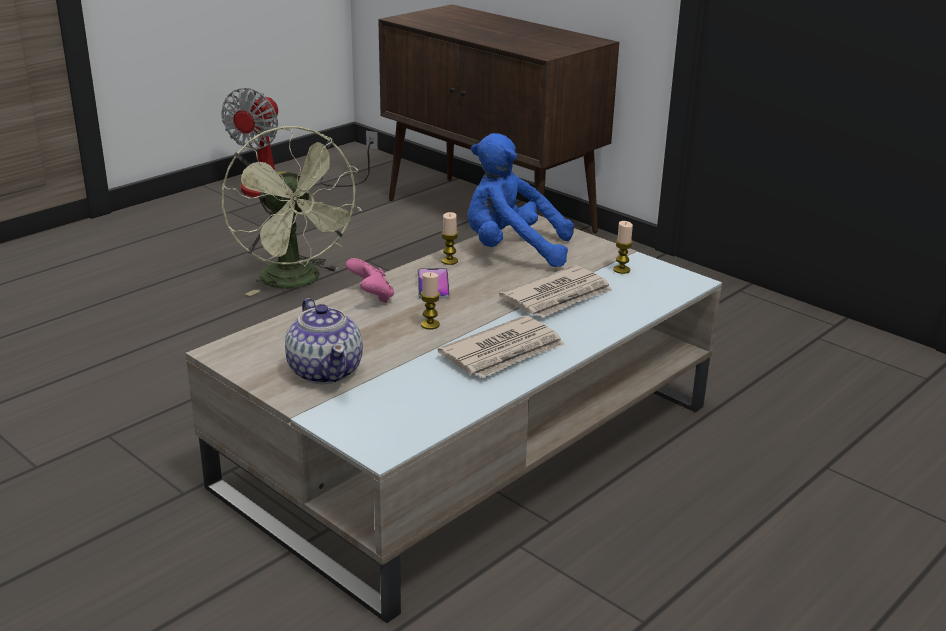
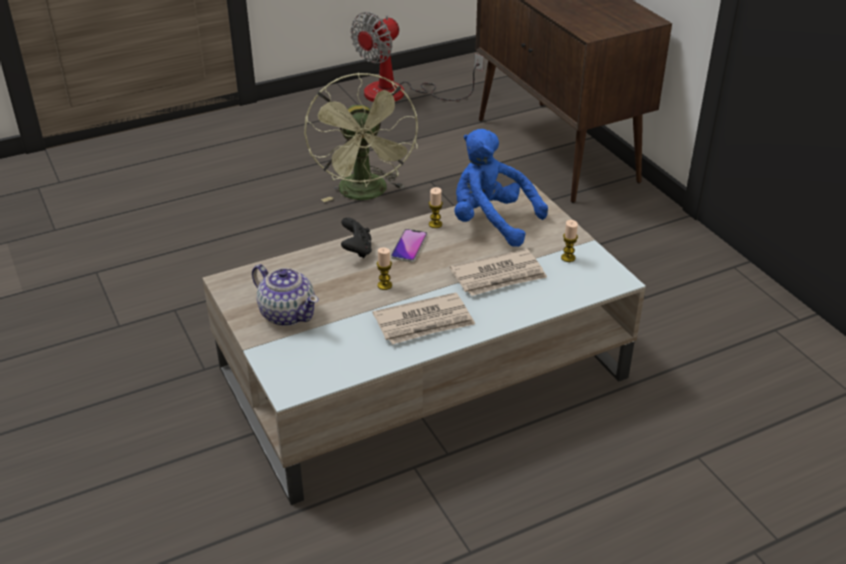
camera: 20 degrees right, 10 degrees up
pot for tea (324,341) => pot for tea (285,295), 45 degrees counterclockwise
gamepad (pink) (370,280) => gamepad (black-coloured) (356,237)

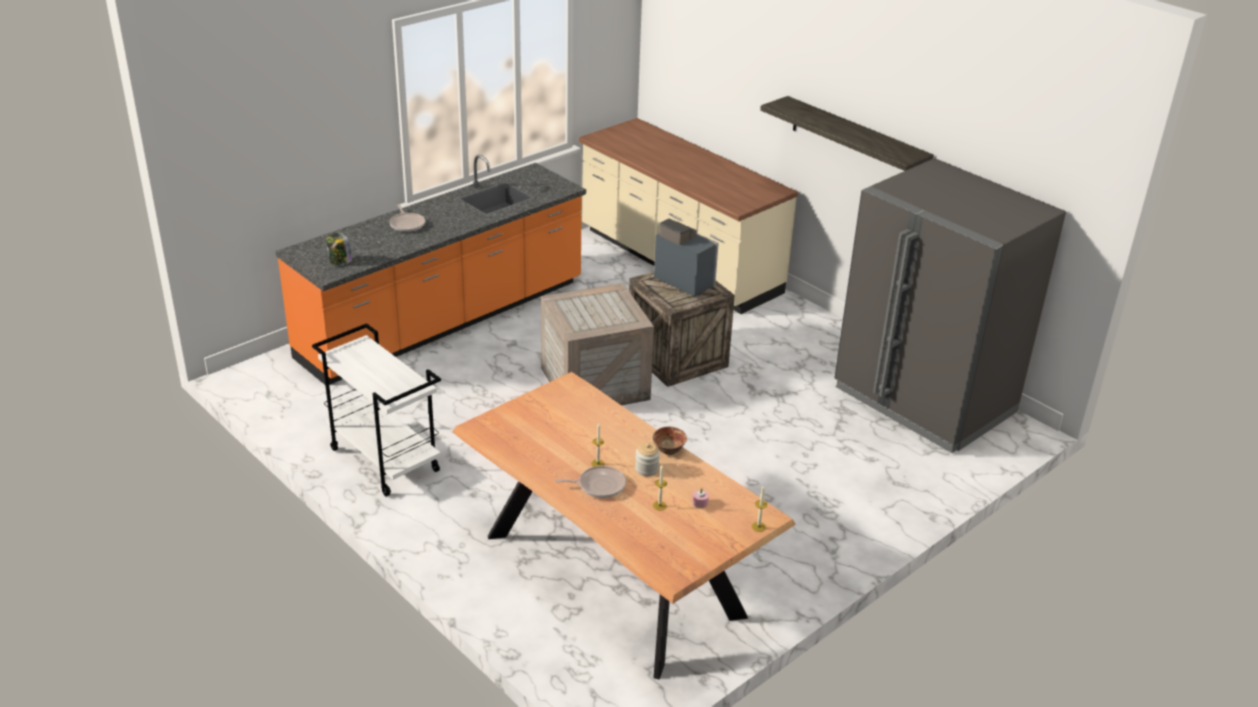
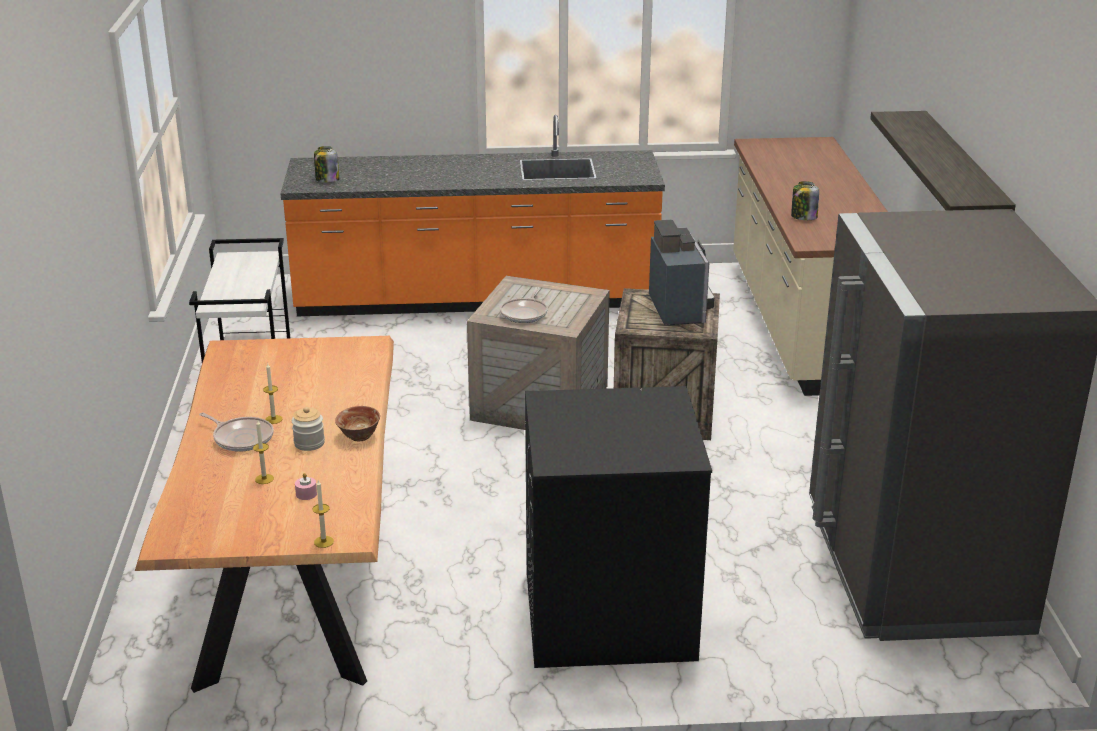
camera: 40 degrees right, 5 degrees down
skillet (407,218) => skillet (524,305), move
nothing => washing machine (black-coloured) (618,527)
nothing => storage jar (805,200)

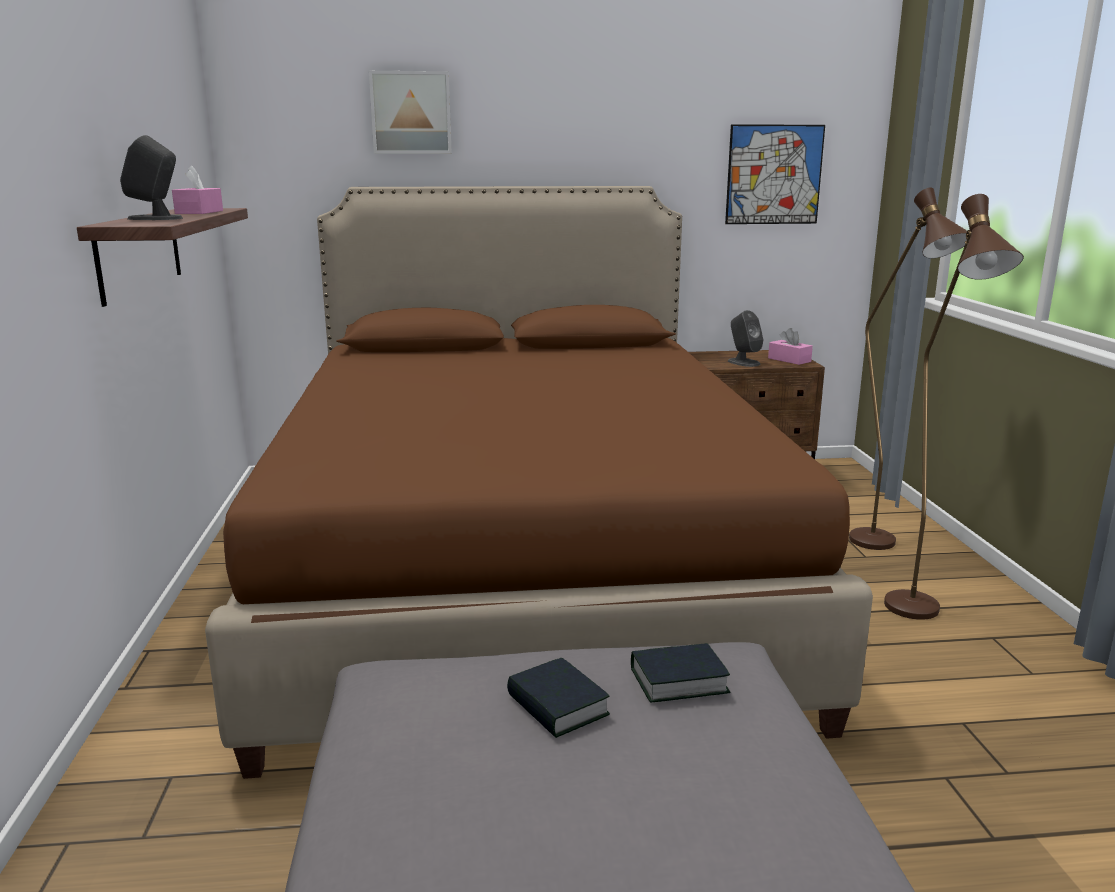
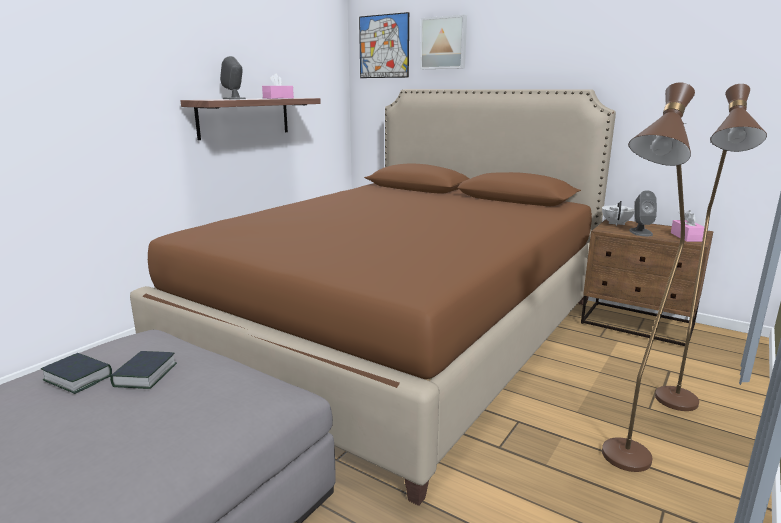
camera: 40 degrees right, 0 degrees up
bound book (681,672) => bound book (76,373), move
wall picture (775,174) => wall picture (384,45), move
nothing => pot for tea (white) (618,213)

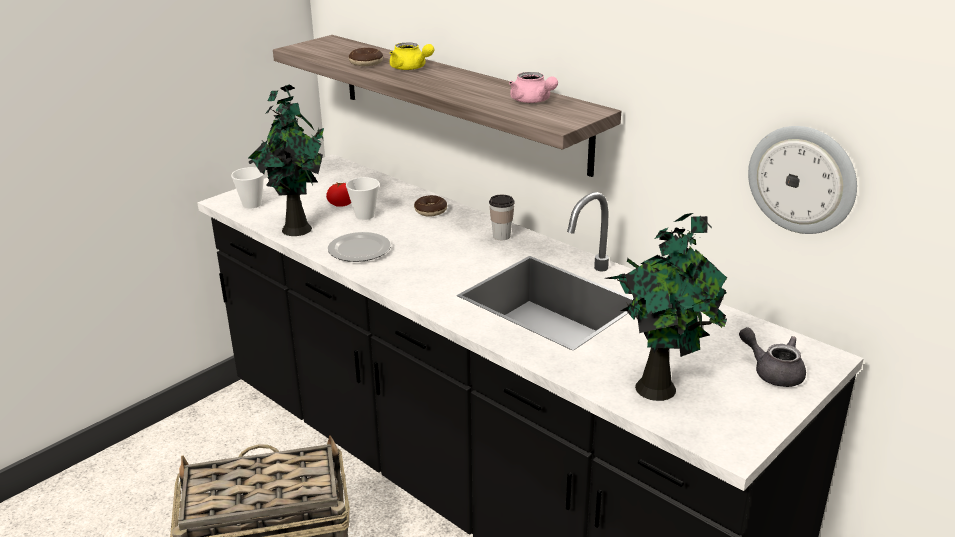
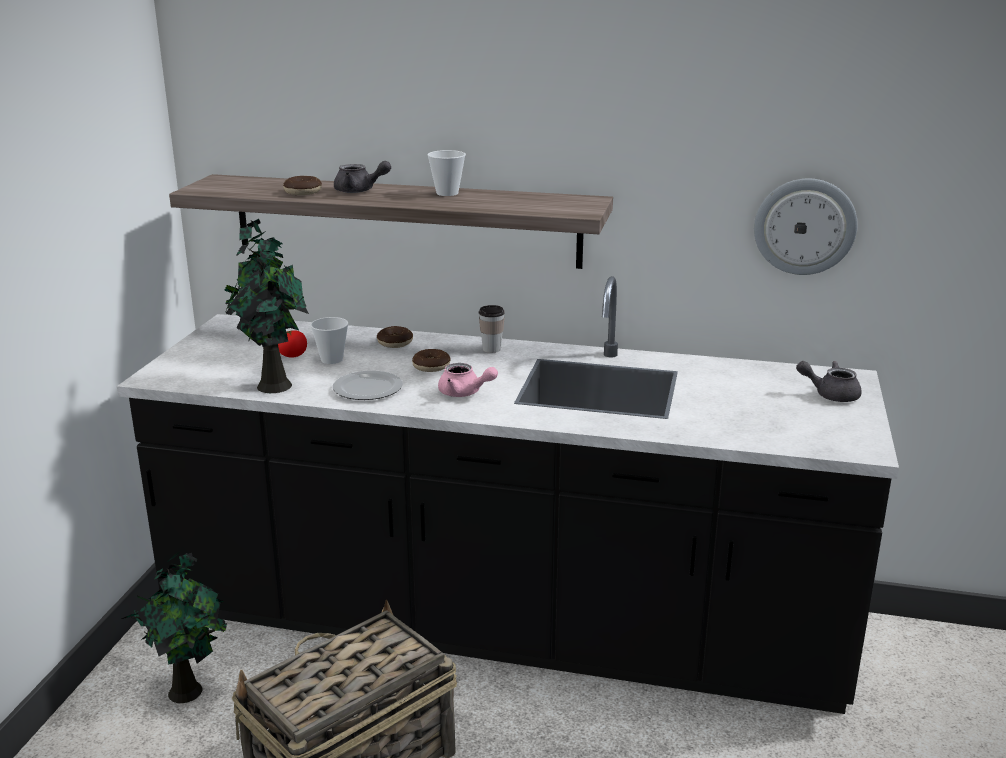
camera: 30 degrees left, 5 degrees down
plant in a pot (666,307) => plant in a pot (174,627), move
pot for tea (yellow) (411,56) => pot for tea (greyish) (362,177)
nothing => donut (431,360)
drinking cup (247,188) => drinking cup (447,173), move
pot for tea (pink) (533,87) => pot for tea (pink) (468,380), move

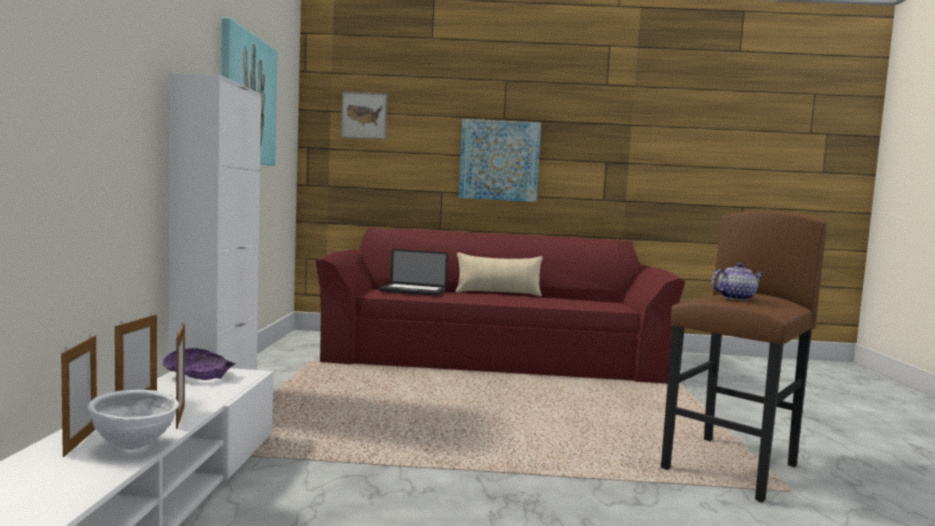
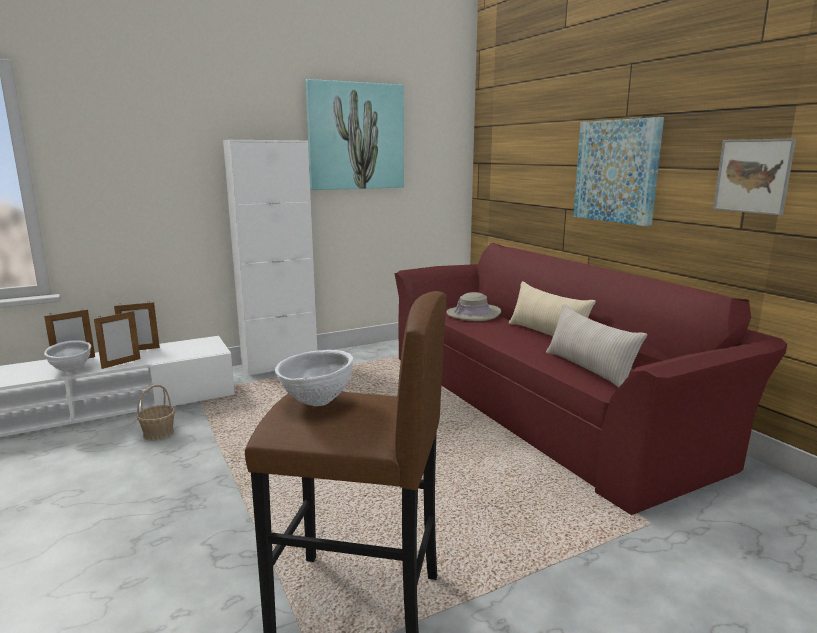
camera: 60 degrees right, 10 degrees up
nothing => storage basket (156,412)
pot for tea (737,281) => deep dish (white) (314,378)
portable computer (413,272) => clothing hat (beige) (474,306)
nothing => throw pillow (beige) (596,346)
wall picture (364,115) => wall picture (754,177), move
deep dish (purple-coloured) (199,364) => nothing

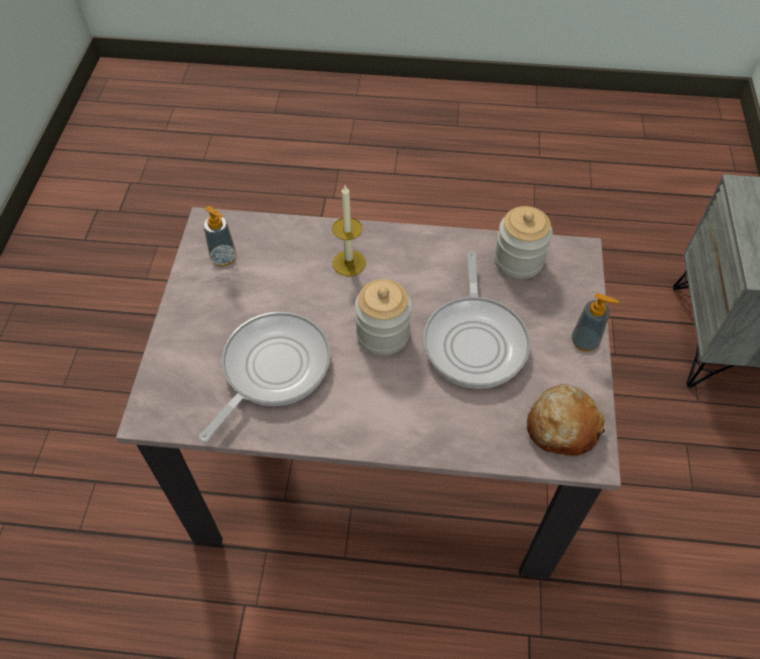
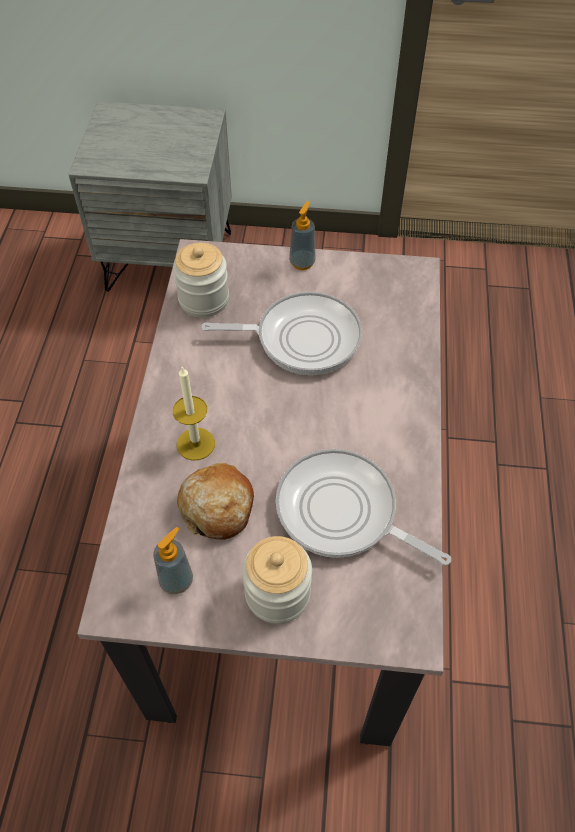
camera: 90 degrees left, 0 degrees up
bakery bread (566,420) => bakery bread (215,501), move
storage jar (383,317) => storage jar (277,580), move

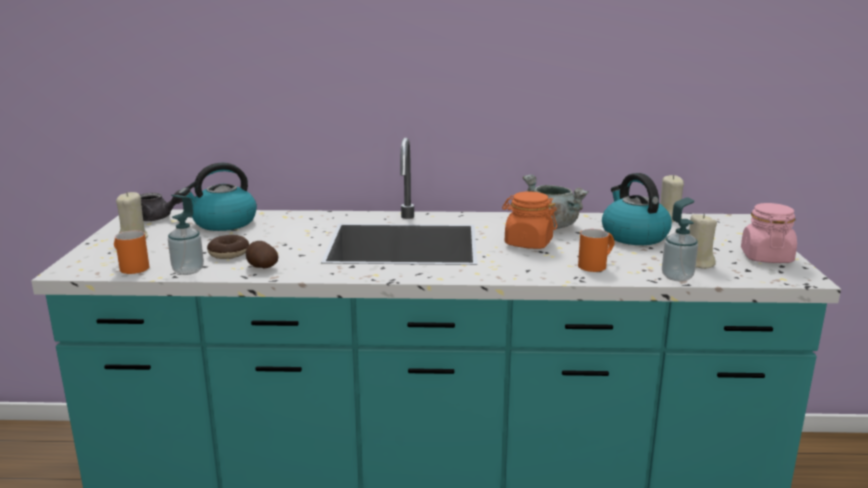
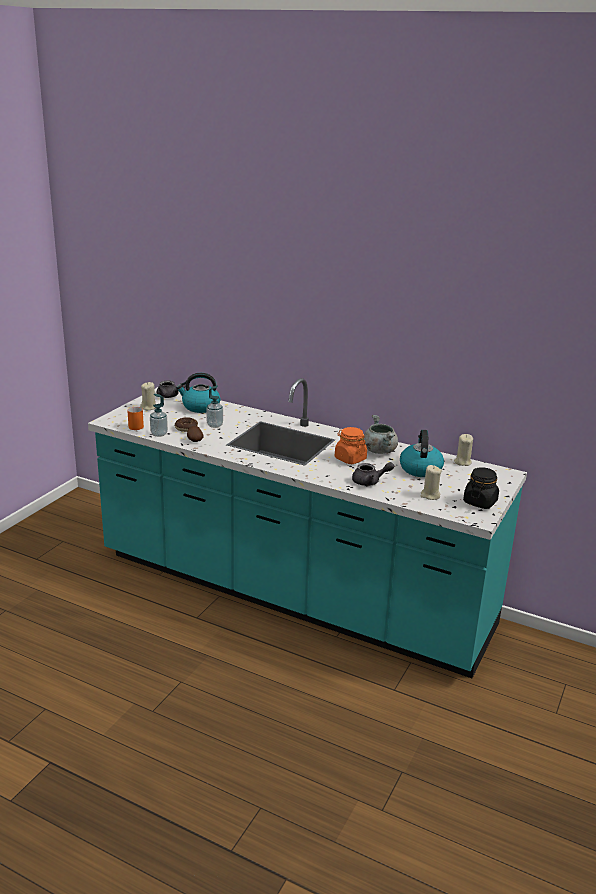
camera: 25 degrees right, 5 degrees up
liquid soap bottle (680,239) => liquid soap bottle (214,407), move
mug (orange-coloured) (596,250) => pot for tea (greyish) (373,474)
storage jar (pink) (769,233) => storage jar (black-coloured) (481,488)

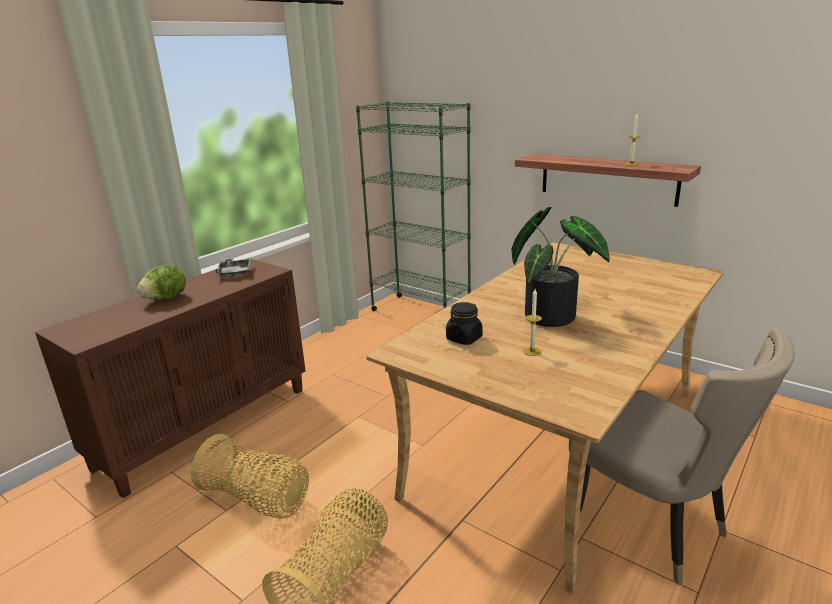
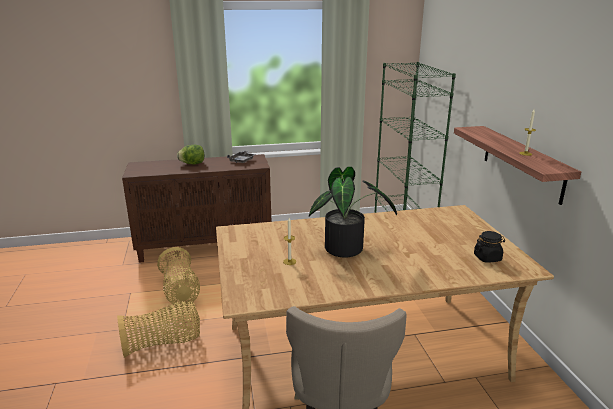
camera: 40 degrees right, 0 degrees up
storage jar (black-coloured) (464,323) => storage jar (black-coloured) (489,247), move

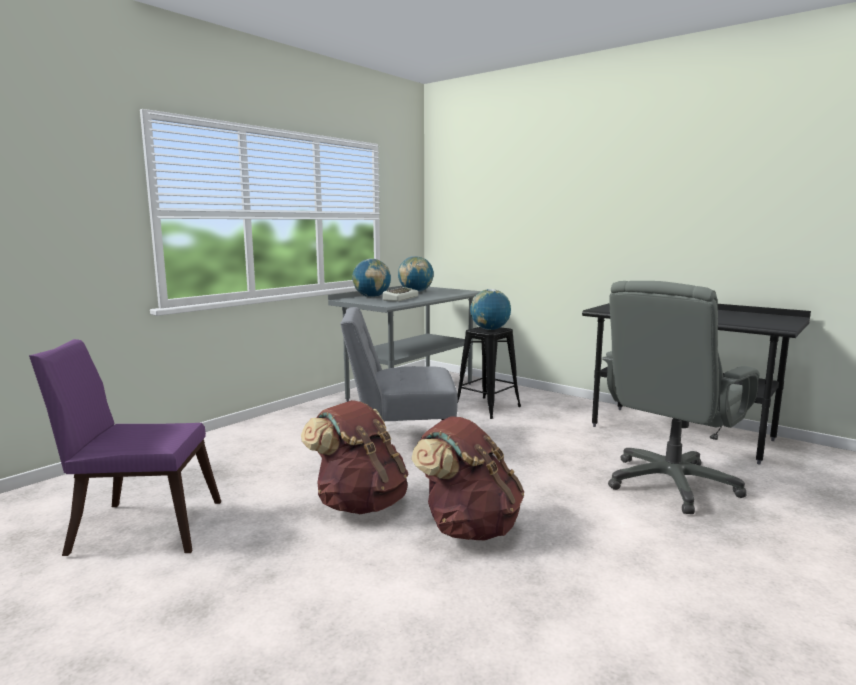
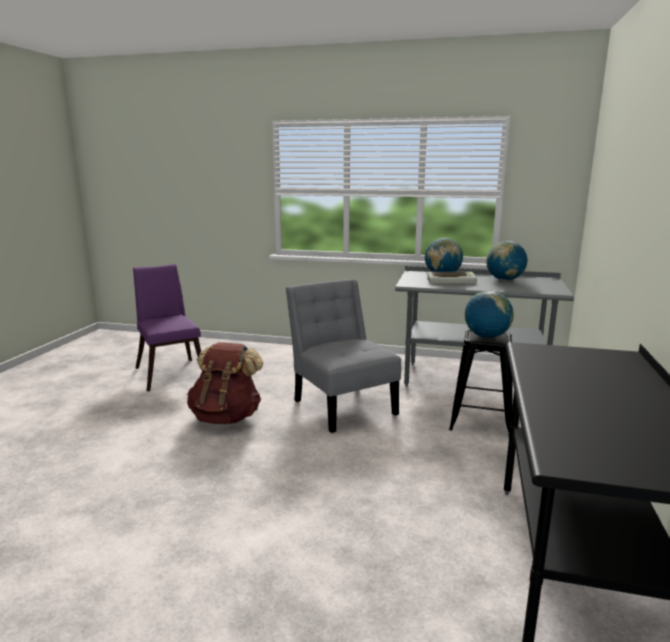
camera: 65 degrees right, 5 degrees up
backpack (brown) (467,478) => nothing
office chair (greyish) (681,397) => nothing

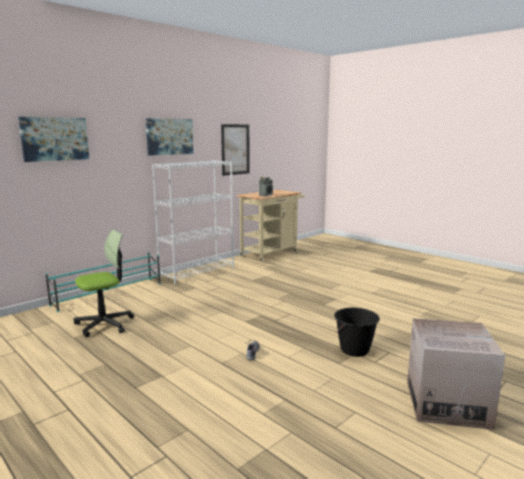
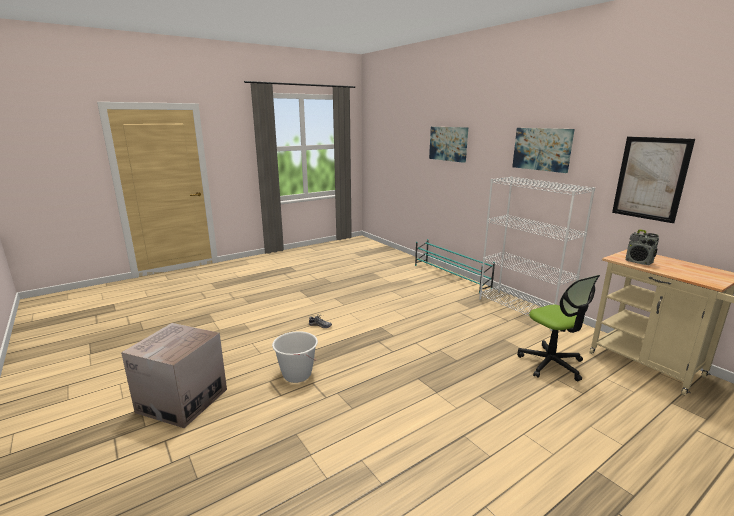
camera: 100 degrees right, 5 degrees up
bucket (black-coloured) (357,332) => bucket (white) (295,357)
office chair (104,283) => office chair (558,328), move

